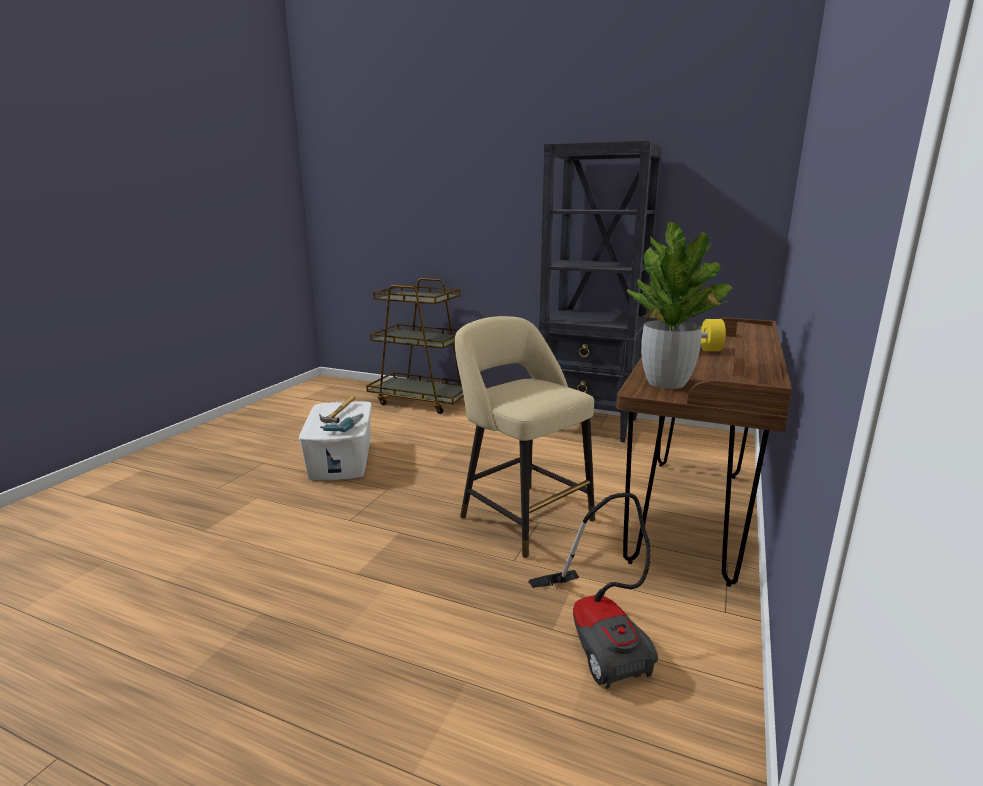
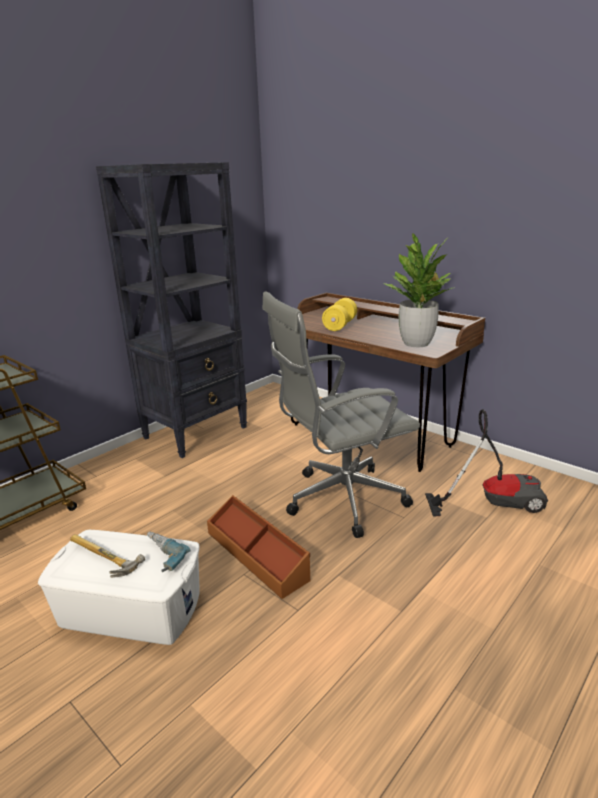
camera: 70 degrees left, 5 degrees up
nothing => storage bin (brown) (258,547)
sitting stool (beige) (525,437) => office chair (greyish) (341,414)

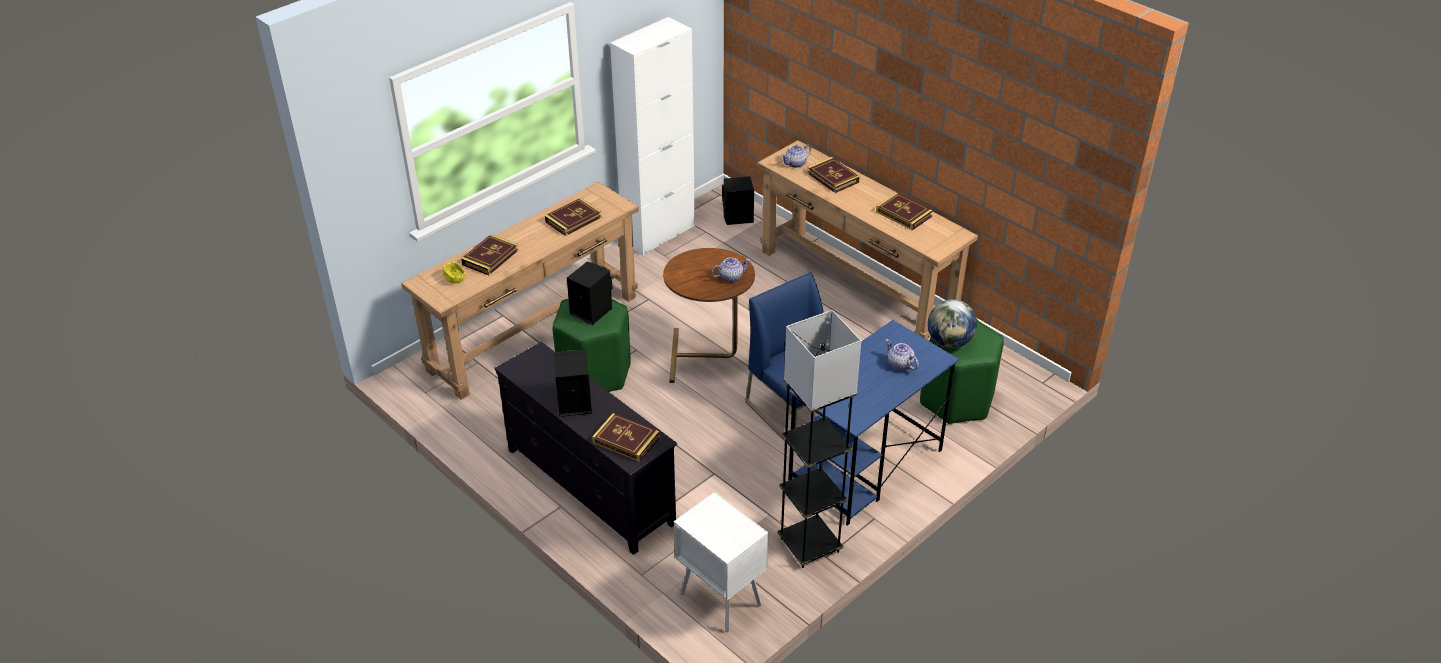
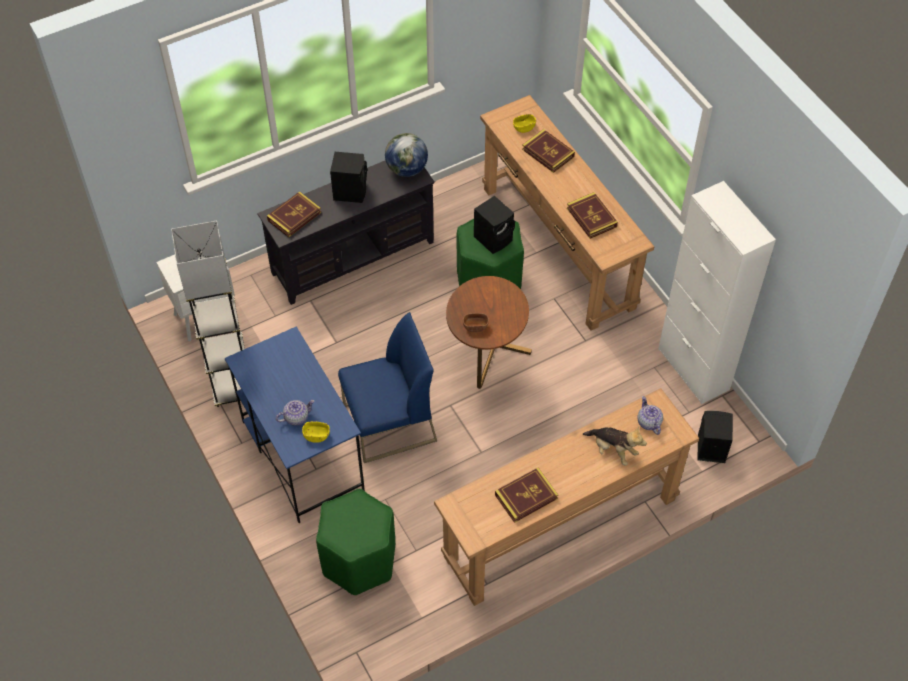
camera: 105 degrees right, 15 degrees up
nothing => deep dish (yellow) (316,432)
world globe (952,323) => world globe (406,155), move
pot for tea (731,270) => deep dish (brown) (476,322)
bound book (833,175) => cuddly toy (614,446)

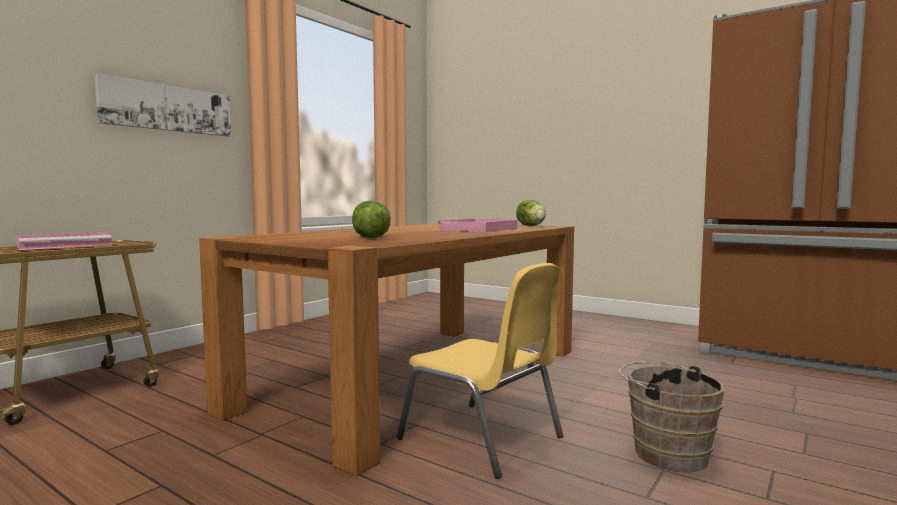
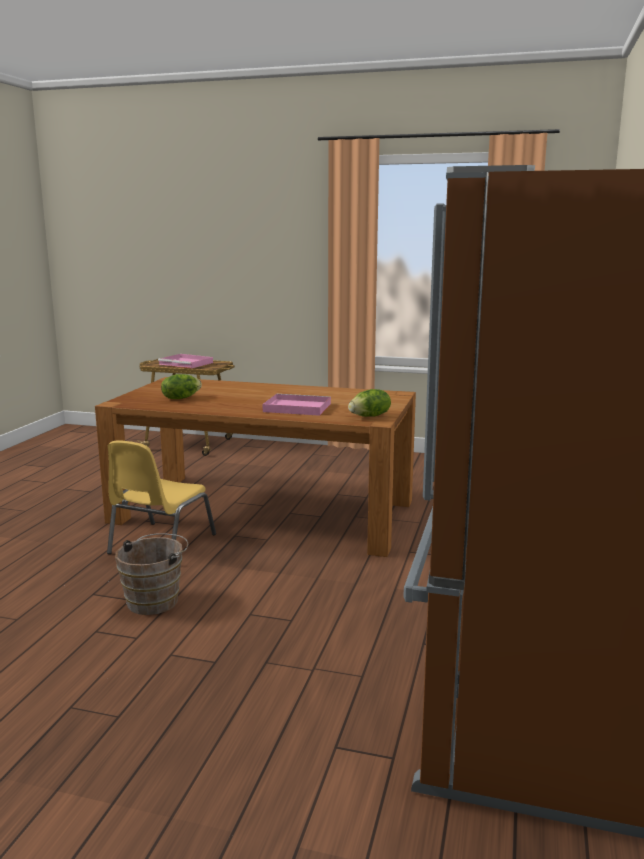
camera: 70 degrees right, 10 degrees up
wall picture (163,105) => nothing

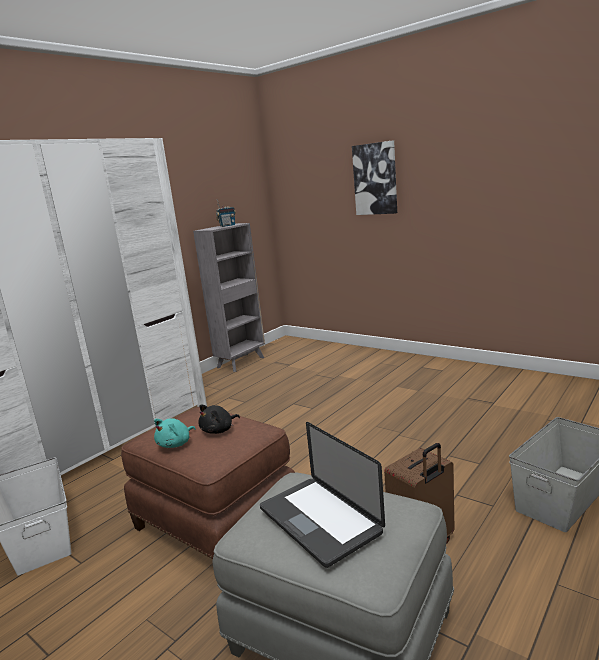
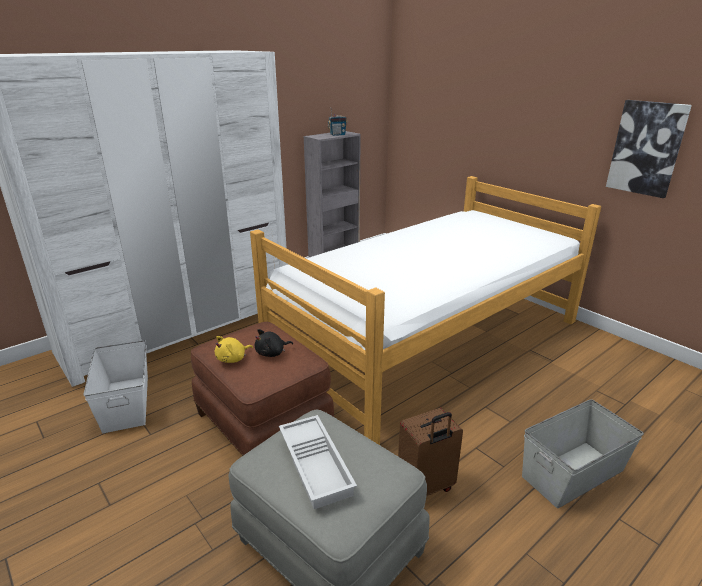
camera: 10 degrees right, 10 degrees up
cuddly toy (turquoise) (174,433) => cuddly toy (yellow) (234,349)
nothing => bed (425,310)
portable computer (322,495) => tray (white) (318,462)
wall picture (374,177) => wall picture (649,149), move

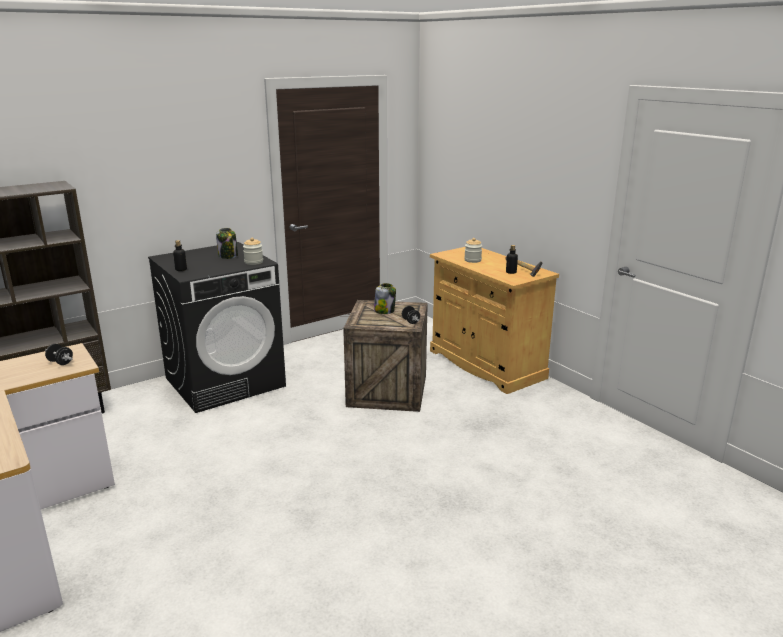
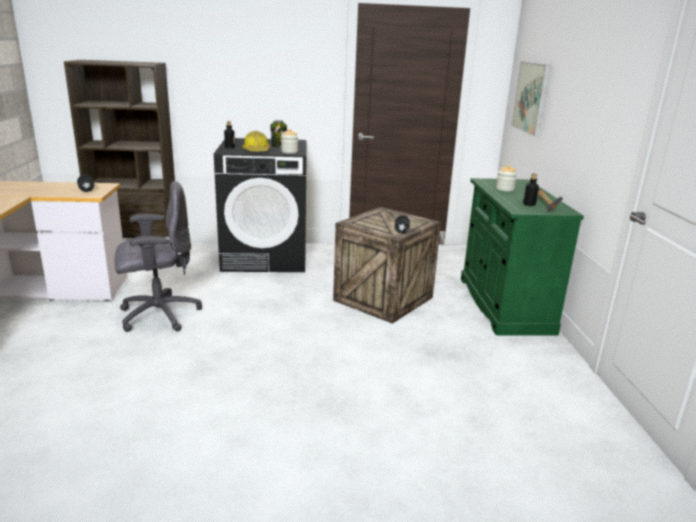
camera: 30 degrees right, 0 degrees up
nothing => office chair (greyish) (158,256)
nothing => hard hat (256,141)
cabinet (beige) (494,320) => cabinet (greenish) (522,256)
nothing => wall picture (530,99)
storage jar (385,298) => nothing

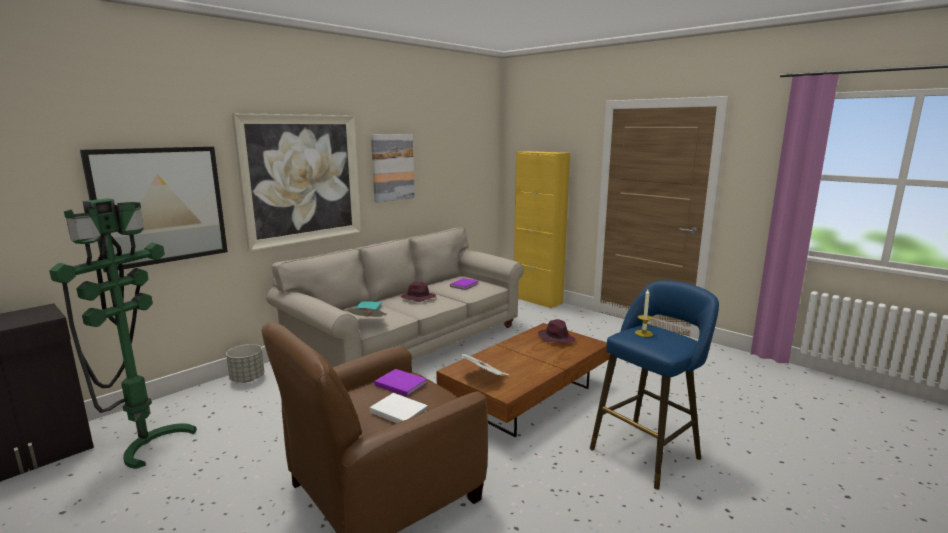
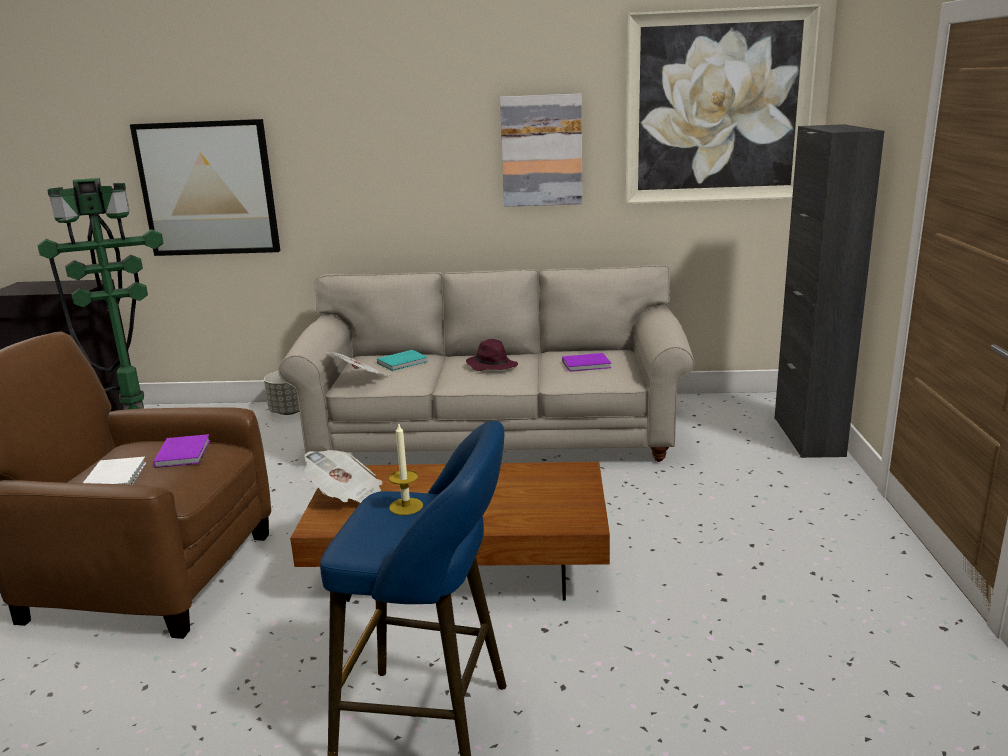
camera: 50 degrees right, 5 degrees up
wall picture (296,182) => wall picture (723,104), move
cabinet (yellow) (542,230) => cabinet (black-coloured) (829,291)
clothing hat (purple-coloured) (557,331) => nothing

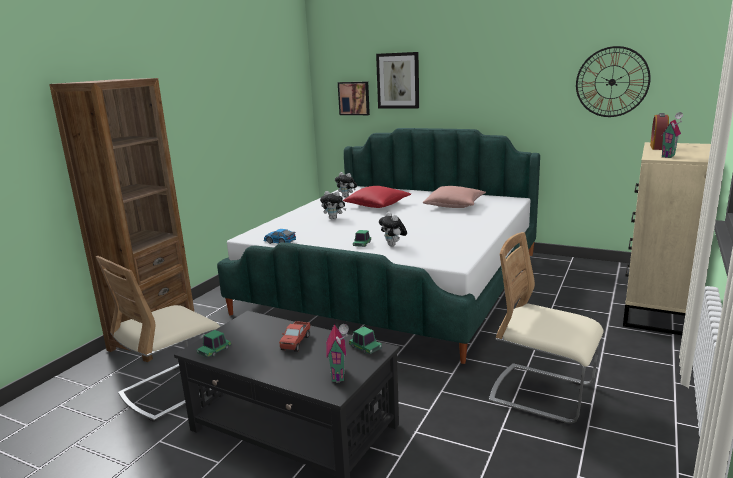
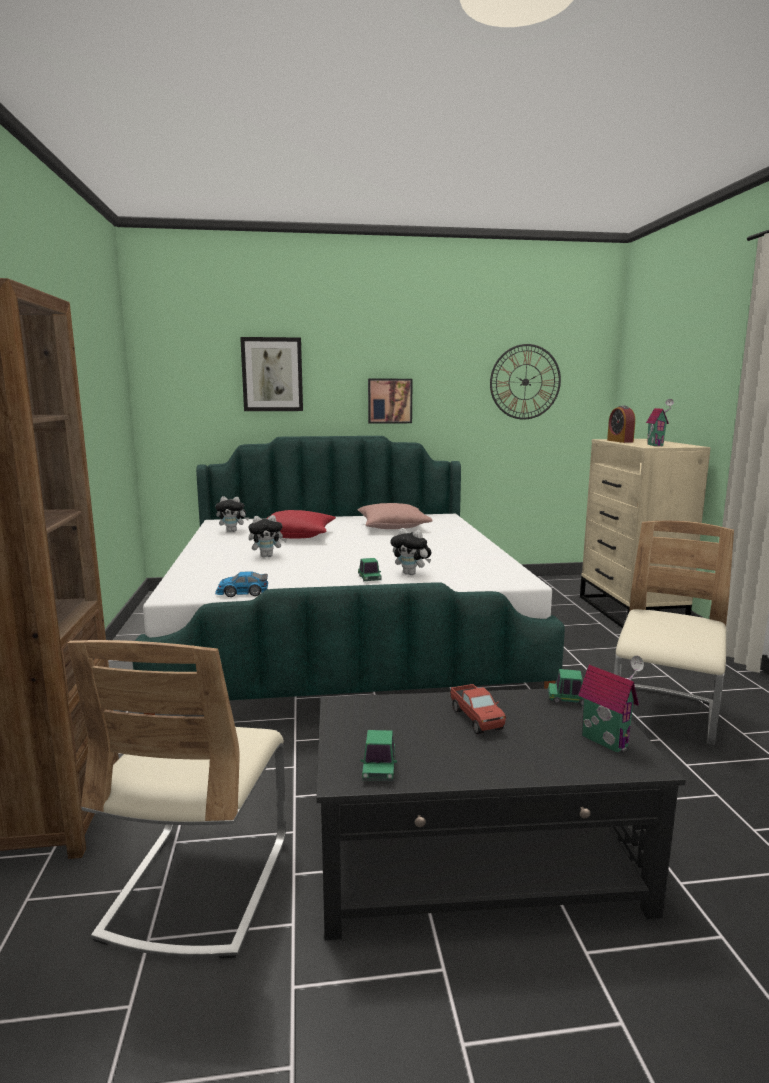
camera: 35 degrees left, 5 degrees down
wall picture (354,98) => wall picture (390,401), move
upright chair (beige) (546,328) => upright chair (beige) (674,633), 120 degrees clockwise

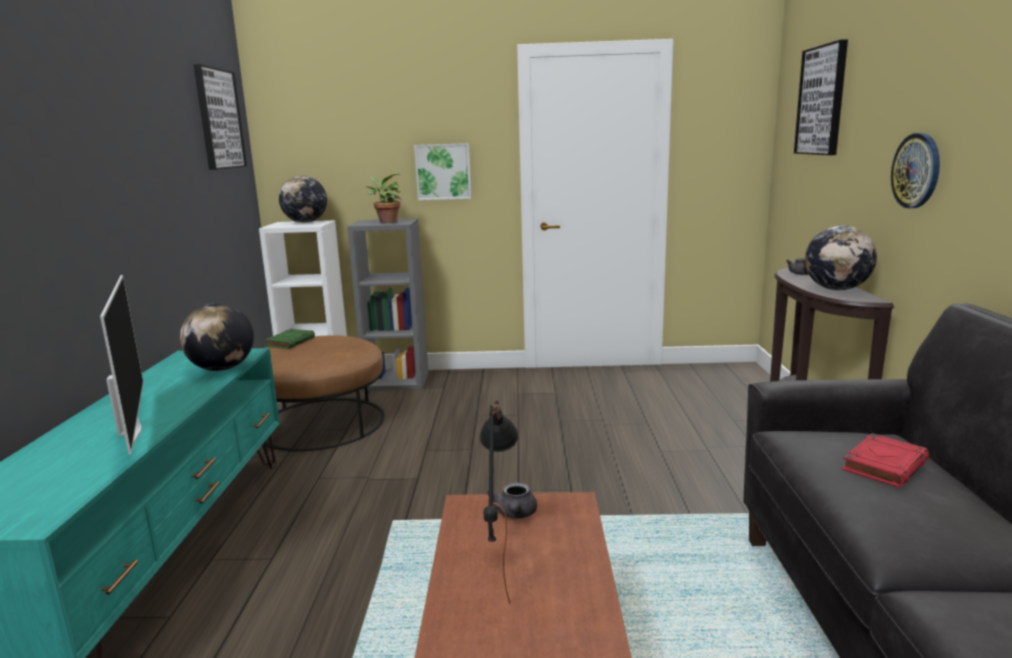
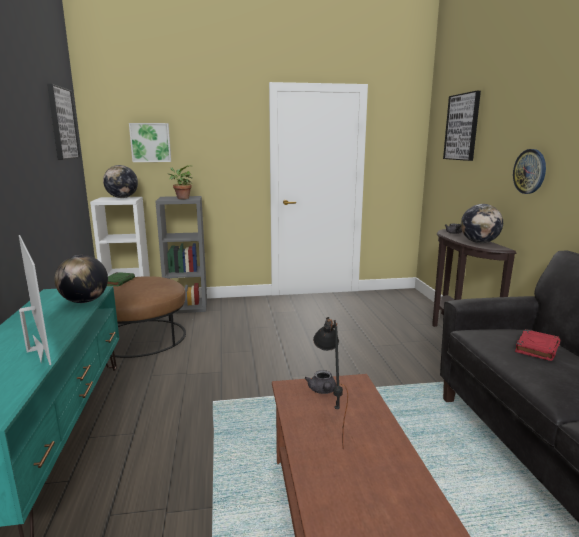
camera: 10 degrees left, 0 degrees up
wall picture (442,171) => wall picture (150,142), move

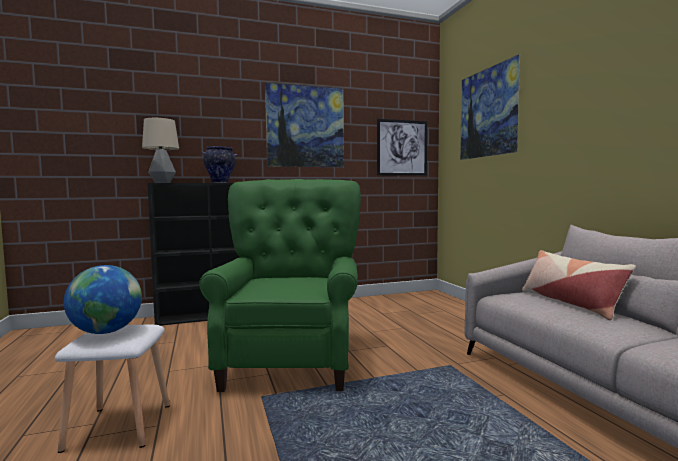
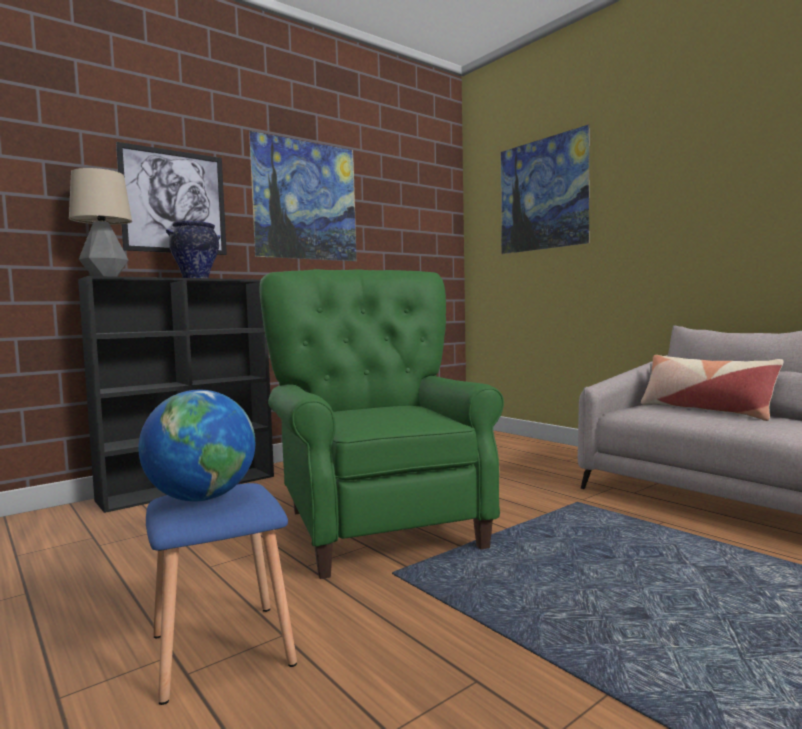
camera: 20 degrees left, 0 degrees up
wall picture (402,147) => wall picture (171,198), move
sitting stool (white) (112,389) => sitting stool (blue-coloured) (221,594)

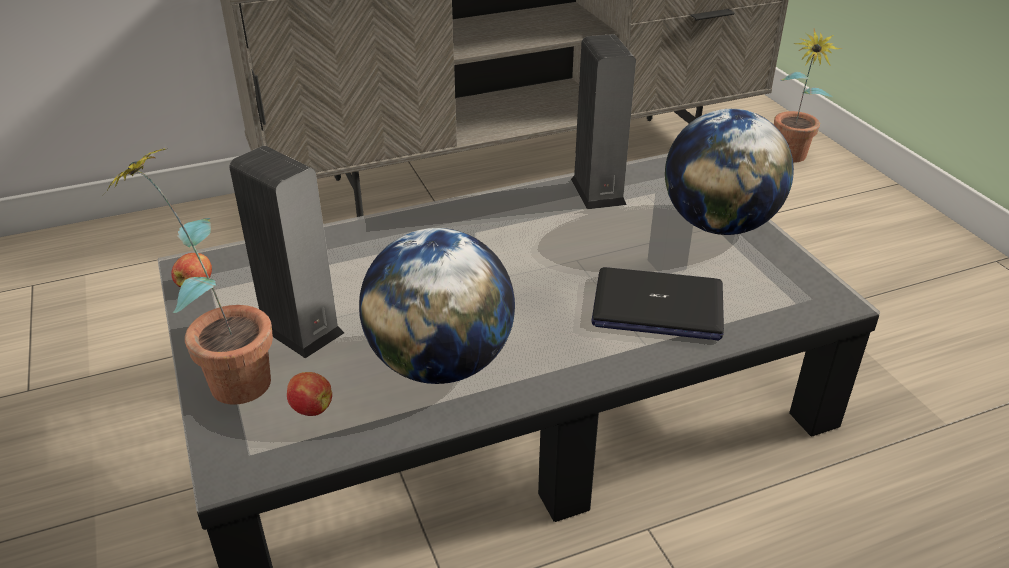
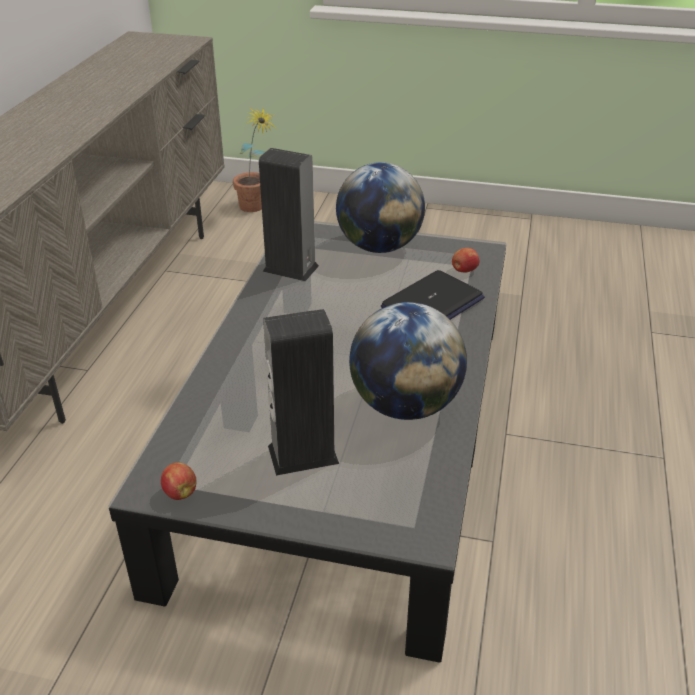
camera: 55 degrees left, 0 degrees up
apple (309,394) => apple (466,260), move
plant in a pot (189,276) => nothing

